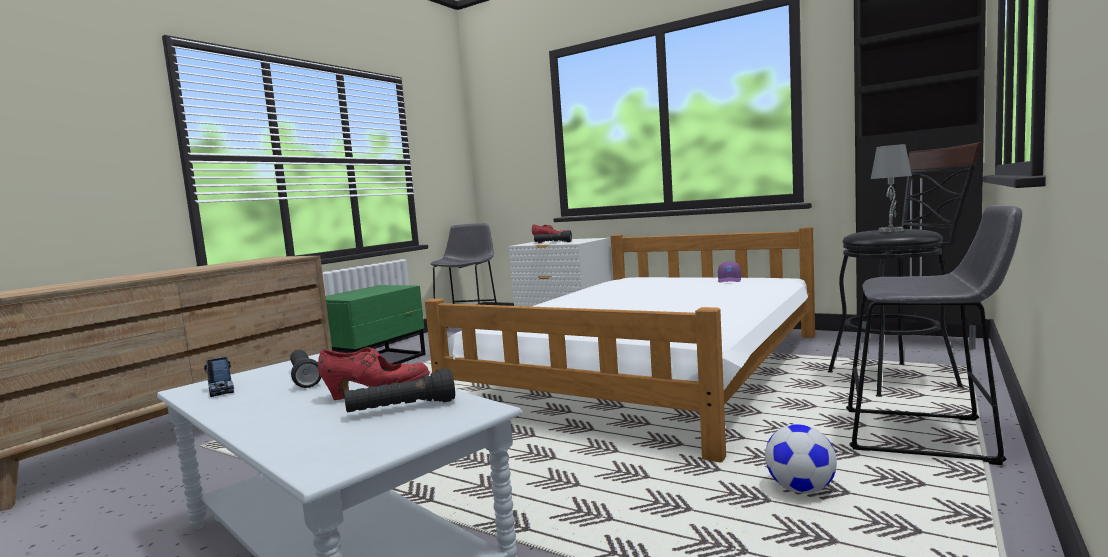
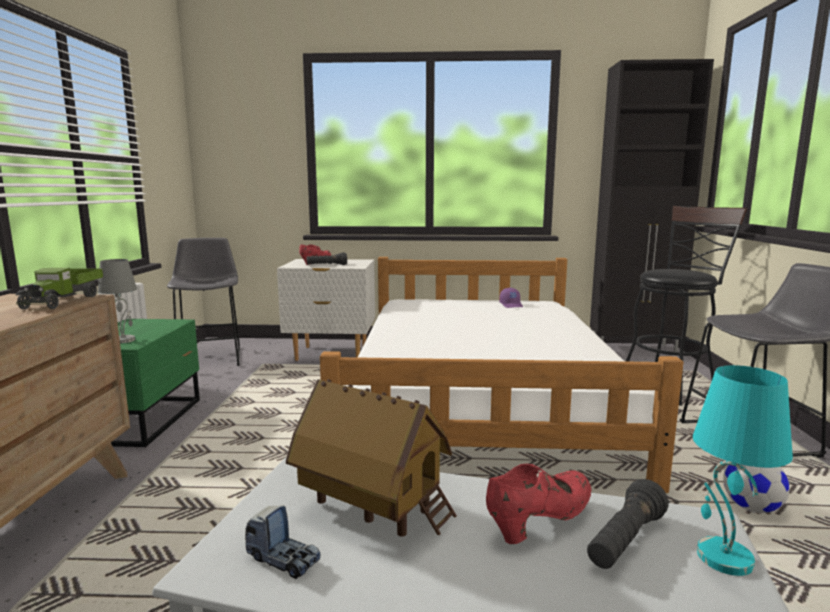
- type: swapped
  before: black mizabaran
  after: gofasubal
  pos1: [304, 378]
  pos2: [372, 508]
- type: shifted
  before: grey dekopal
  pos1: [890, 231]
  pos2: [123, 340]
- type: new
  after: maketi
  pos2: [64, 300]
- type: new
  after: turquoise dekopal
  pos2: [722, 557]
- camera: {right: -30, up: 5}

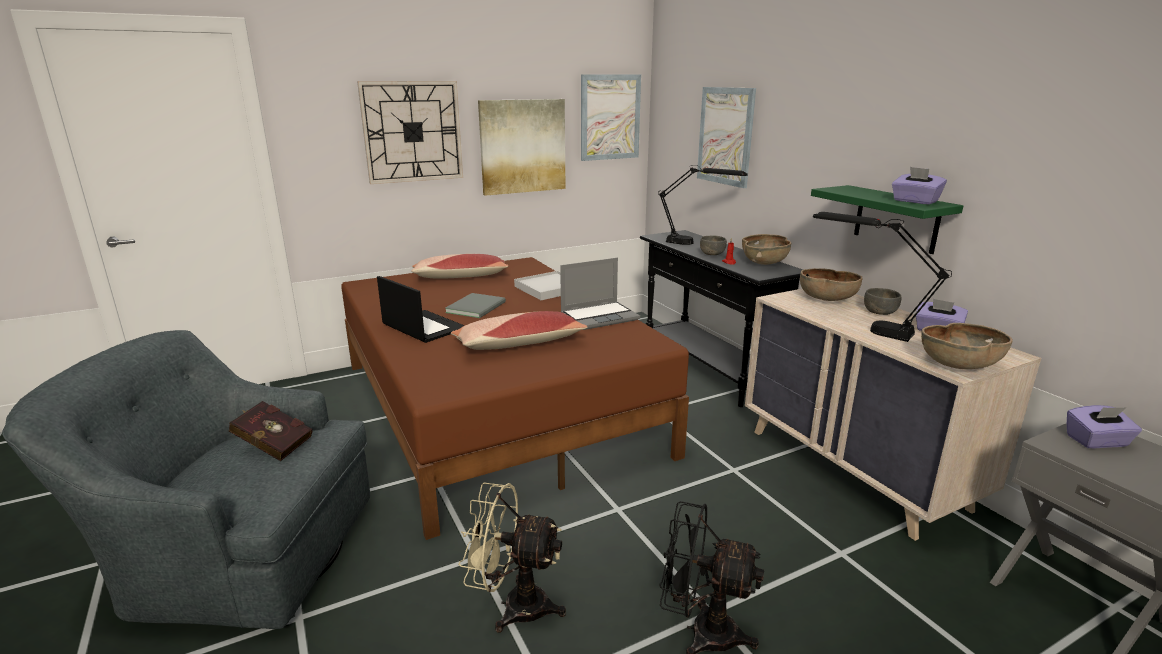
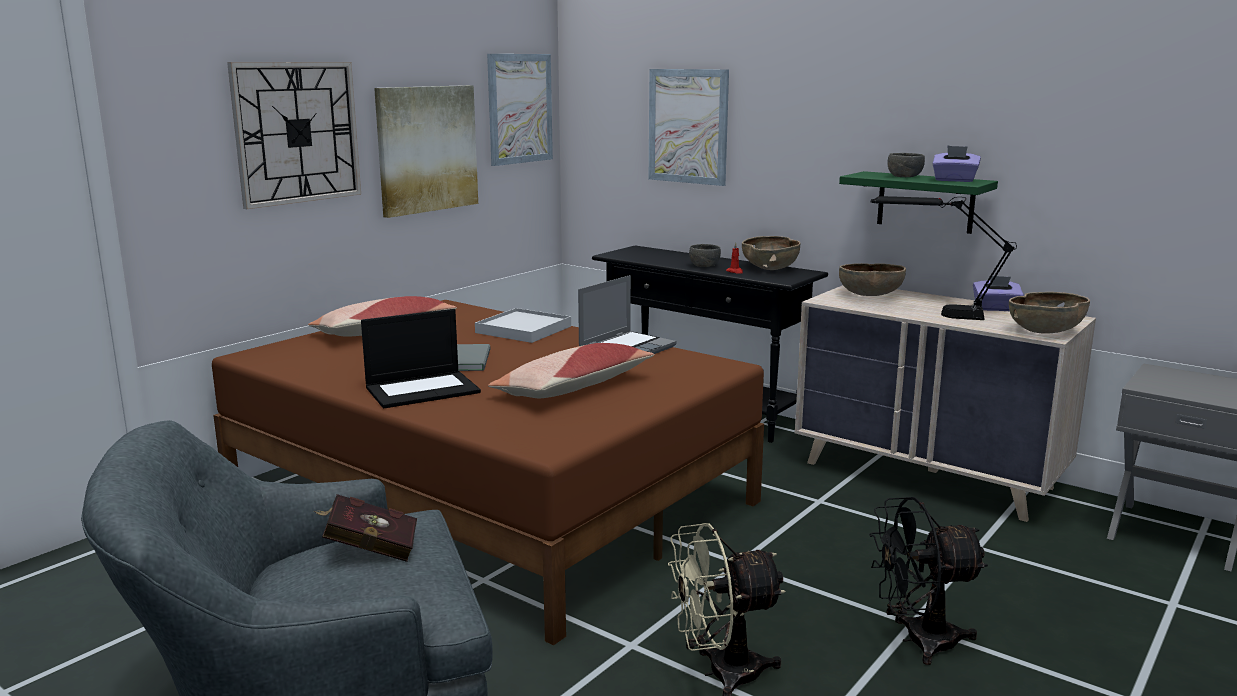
- type: rotated
  before: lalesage
  pos1: [422, 327]
  pos2: [423, 389]
  turn: 135
- type: gone
  before: black dekopal
  pos1: [696, 244]
- type: shifted
  before: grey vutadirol
  pos1: [880, 312]
  pos2: [904, 176]
- type: gone
  before: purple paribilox
  pos1: [1097, 441]
- camera: {right: -25, up: -5}

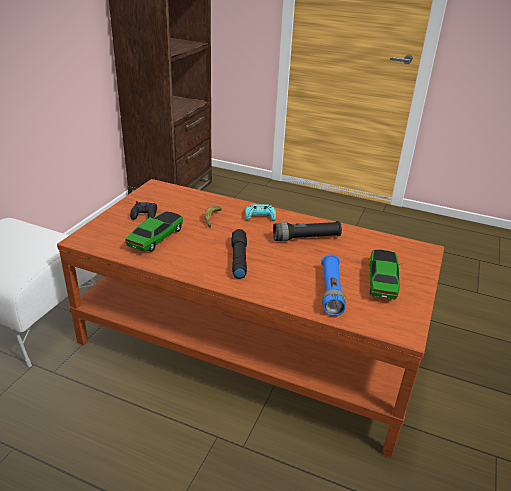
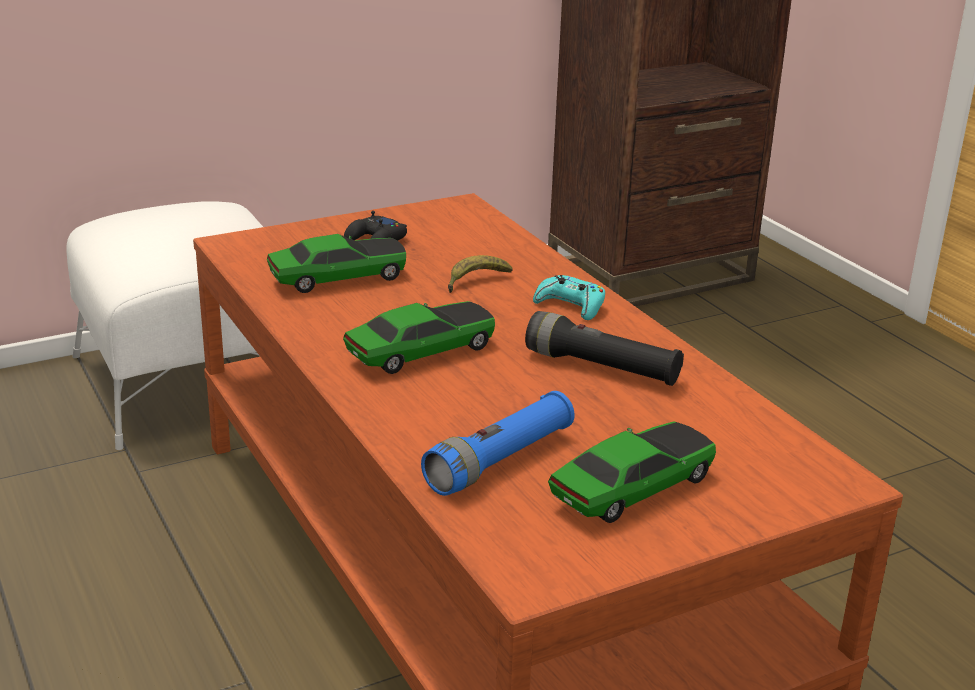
- type: swapped
  before: black mizabaran
  after: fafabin
  pos1: [238, 259]
  pos2: [421, 352]
- camera: {right: 40, up: -5}

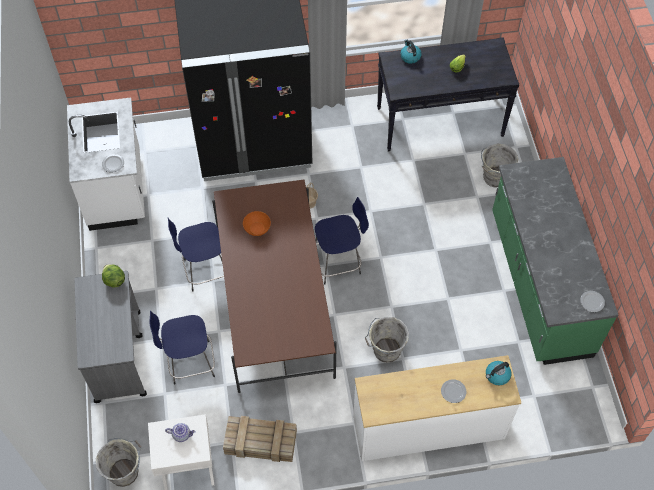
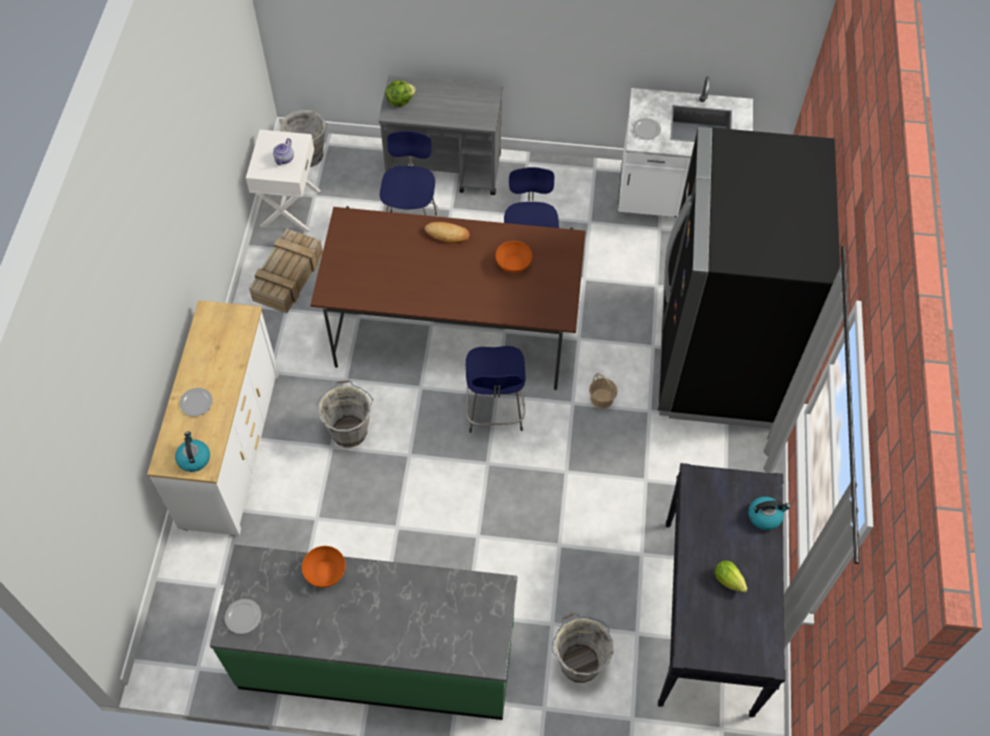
- type: shifted
  before: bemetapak
  pos1: [114, 280]
  pos2: [400, 101]
- type: new
  after: orange vutadirol
  pos2: [325, 572]
- type: new
  after: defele
  pos2: [447, 234]
- camera: {right: 105, up: 0}

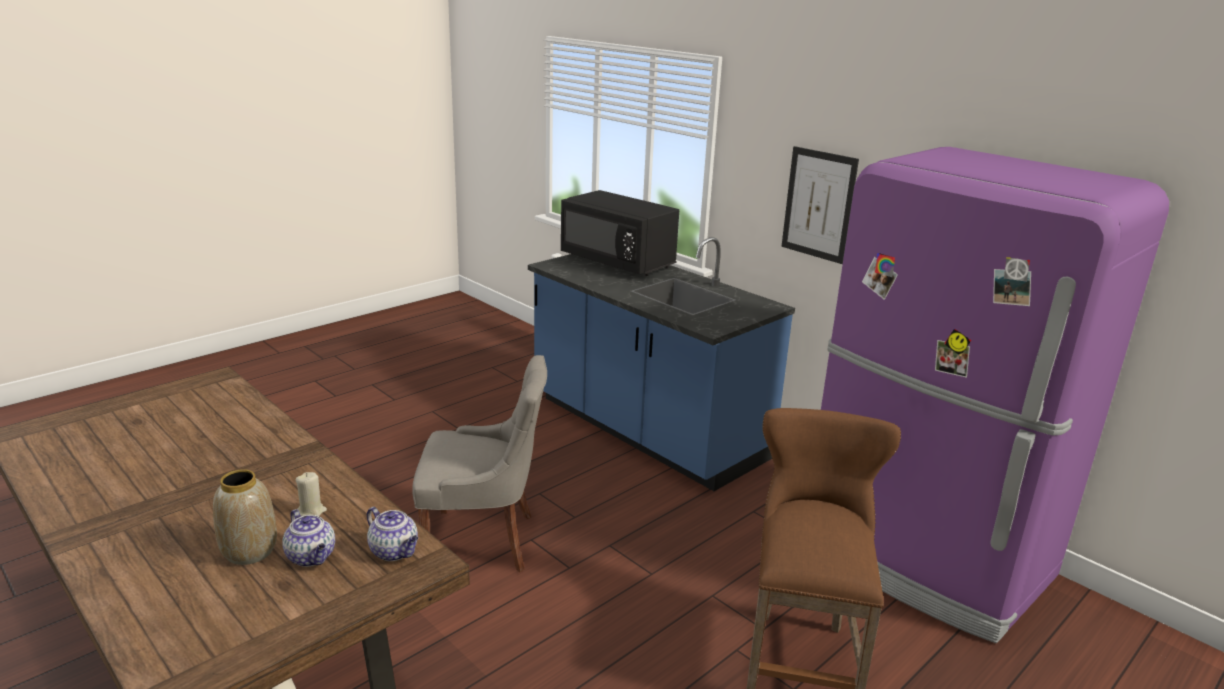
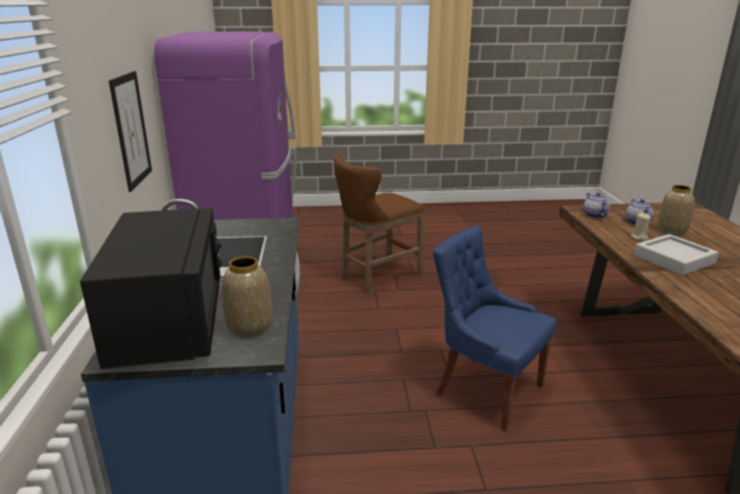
- type: repainted
  before: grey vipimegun
  after: blue vipimegun
  pos1: [483, 541]
  pos2: [486, 389]
- type: new
  after: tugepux
  pos2: [250, 328]
- type: new
  after: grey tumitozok
  pos2: [674, 259]
- camera: {right: -140, up: 0}

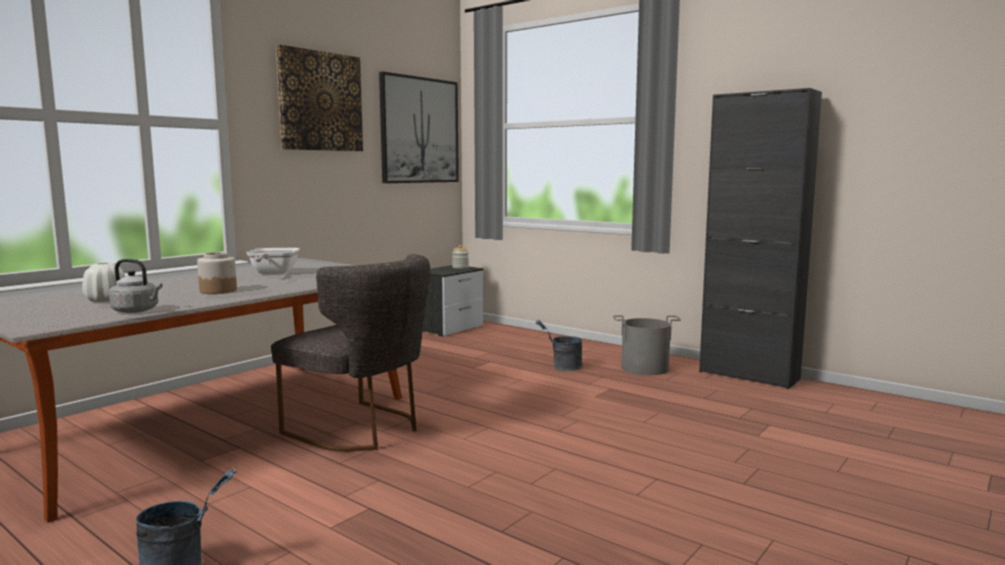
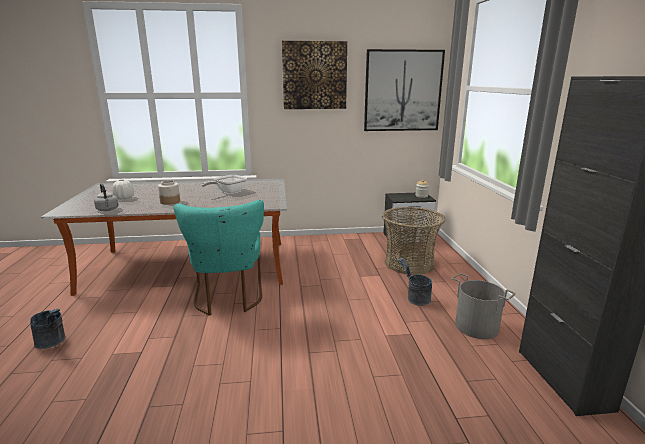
- type: repainted
  before: grey vipimegun
  after: turquoise vipimegun
  pos1: [362, 429]
  pos2: [228, 298]
- type: new
  after: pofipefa
  pos2: [409, 263]
- camera: {right: 45, up: 10}

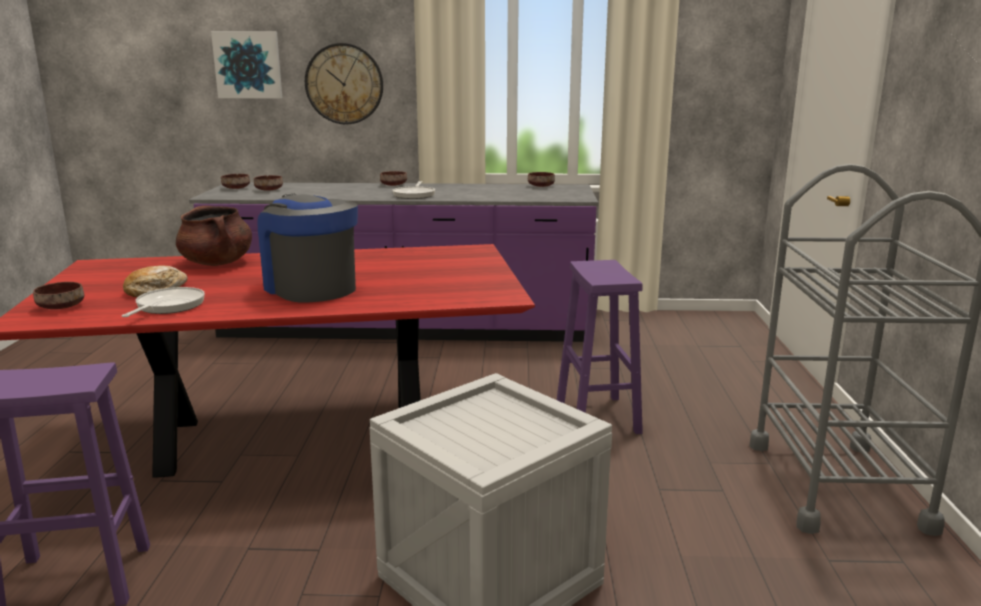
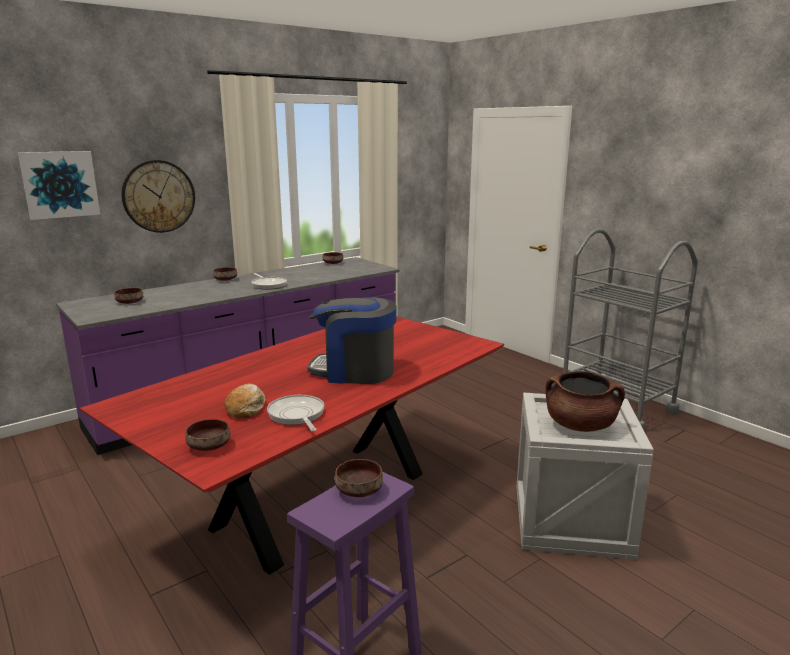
- type: shifted
  before: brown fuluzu
  pos1: [217, 263]
  pos2: [580, 425]
- type: shifted
  before: brown vutadirol
  pos1: [235, 188]
  pos2: [359, 490]
- type: gone
  before: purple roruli
  pos1: [598, 417]
- camera: {right: -40, up: 0}

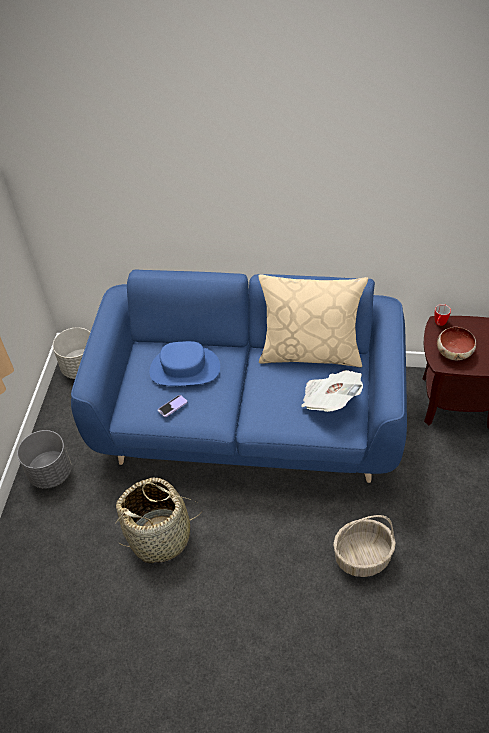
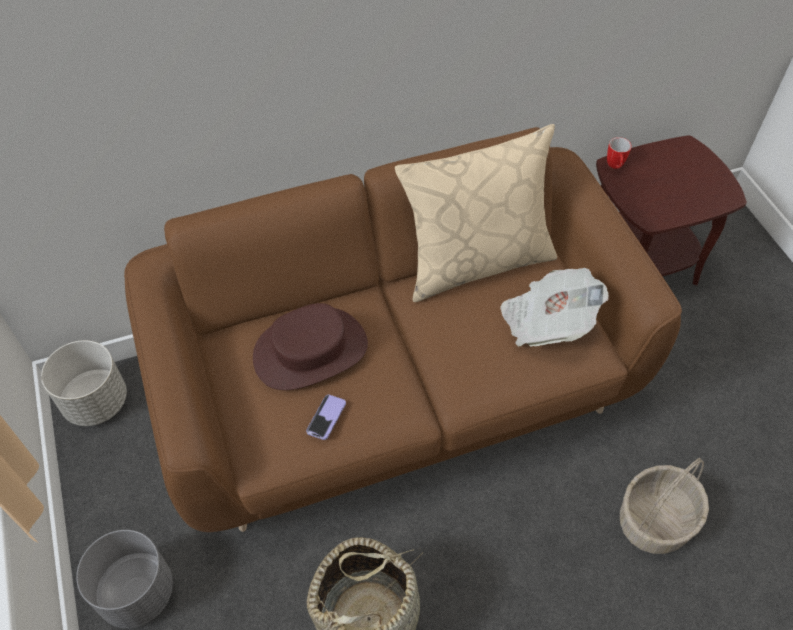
- type: repainted
  before: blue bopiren
  after: brown bopiren
  pos1: [249, 421]
  pos2: [396, 390]
- type: repainted
  before: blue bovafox
  after: brown bovafox
  pos1: [184, 369]
  pos2: [310, 351]
- type: gone
  before: vutadirol
  pos1: [454, 351]
- camera: {right: -30, up: 5}

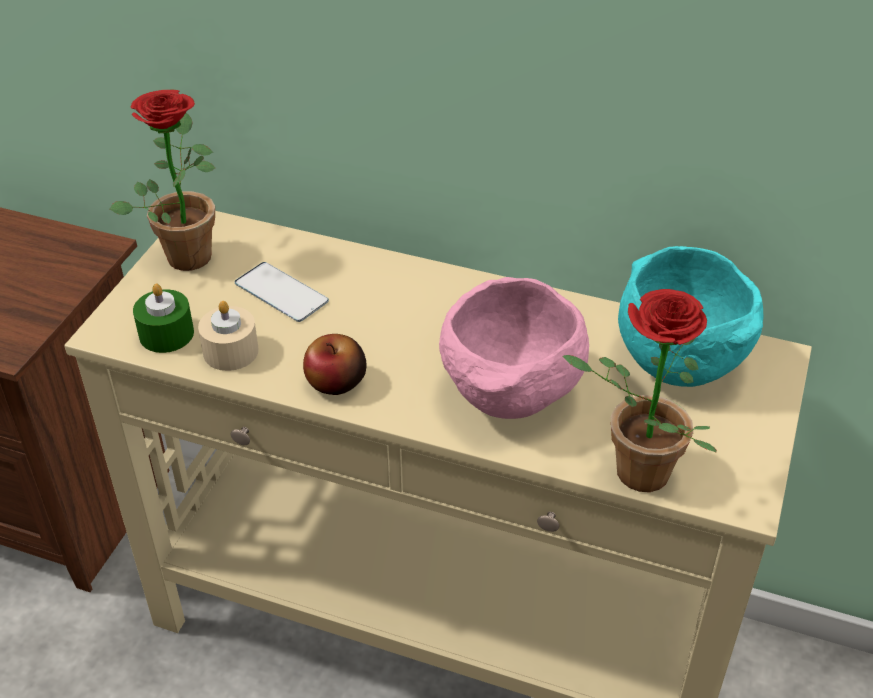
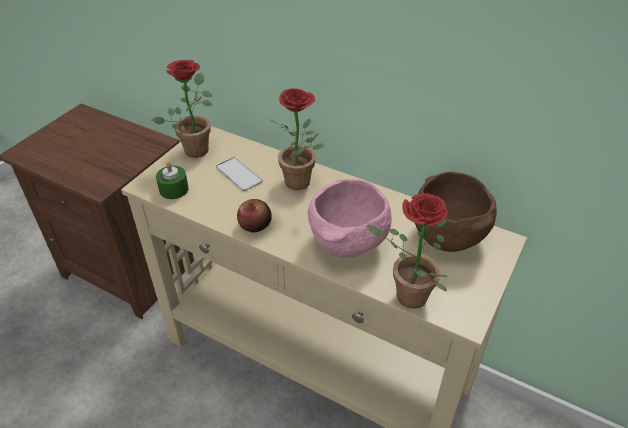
- type: gone
  before: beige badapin
  pos1: [231, 351]
- type: repainted
  before: turquoise vutadirol
  after: brown vutadirol
  pos1: [676, 360]
  pos2: [446, 235]
- type: new
  after: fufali
  pos2: [302, 184]
- camera: {right: 10, up: 0}

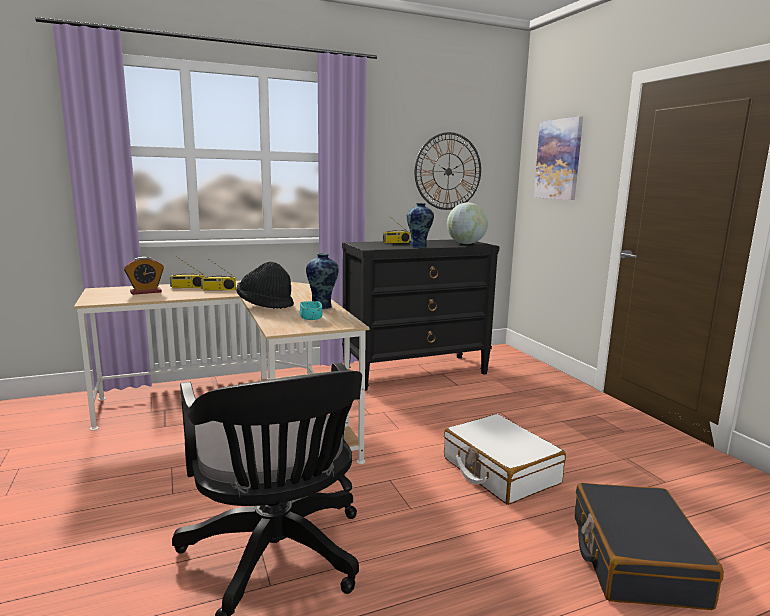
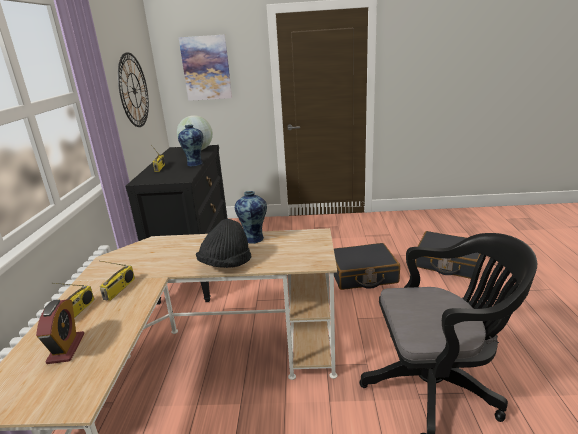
- type: gone
  before: turquoise vutadirol
  pos1: [311, 318]
- type: repainted
  before: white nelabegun
  after: black nelabegun
  pos1: [499, 471]
  pos2: [362, 275]
- camera: {right: -65, up: 10}

